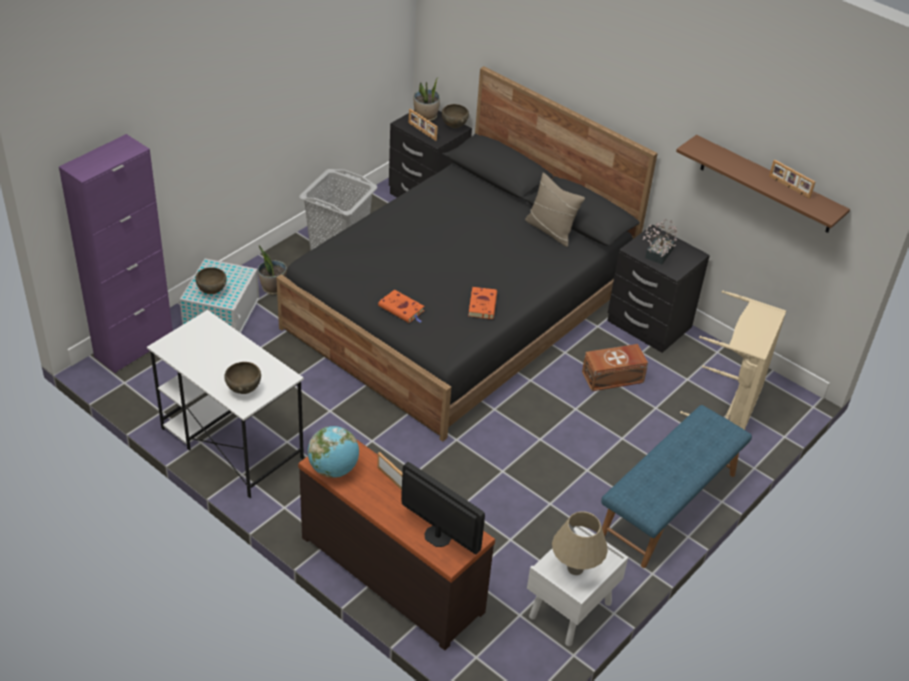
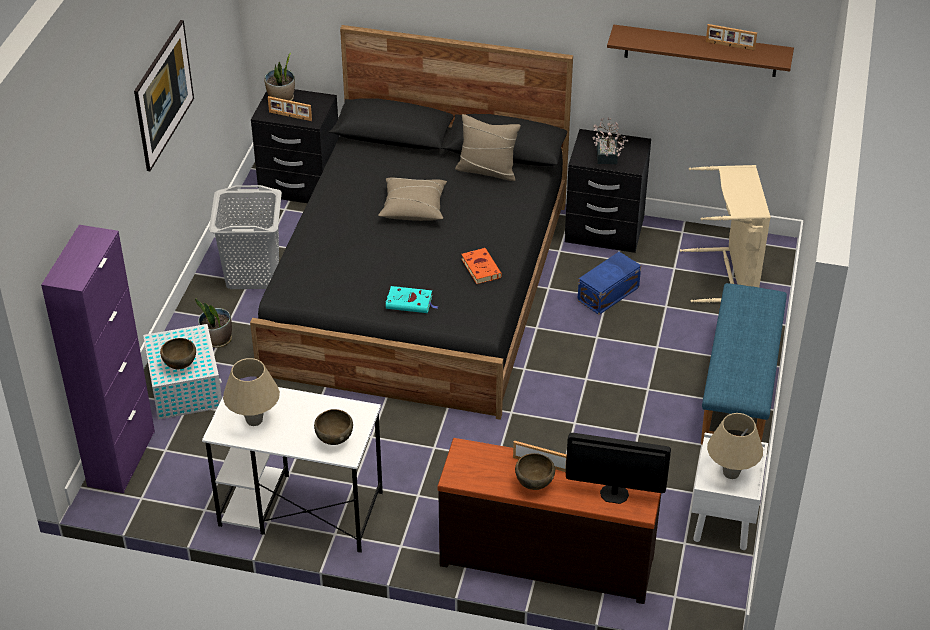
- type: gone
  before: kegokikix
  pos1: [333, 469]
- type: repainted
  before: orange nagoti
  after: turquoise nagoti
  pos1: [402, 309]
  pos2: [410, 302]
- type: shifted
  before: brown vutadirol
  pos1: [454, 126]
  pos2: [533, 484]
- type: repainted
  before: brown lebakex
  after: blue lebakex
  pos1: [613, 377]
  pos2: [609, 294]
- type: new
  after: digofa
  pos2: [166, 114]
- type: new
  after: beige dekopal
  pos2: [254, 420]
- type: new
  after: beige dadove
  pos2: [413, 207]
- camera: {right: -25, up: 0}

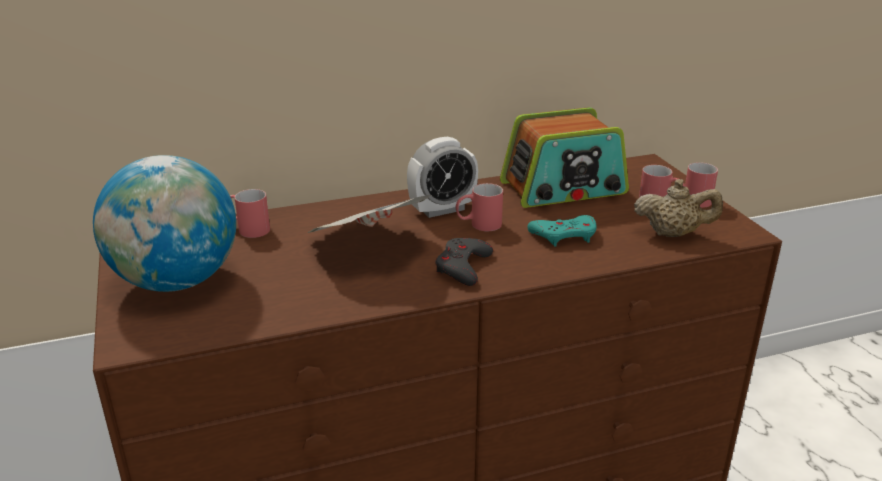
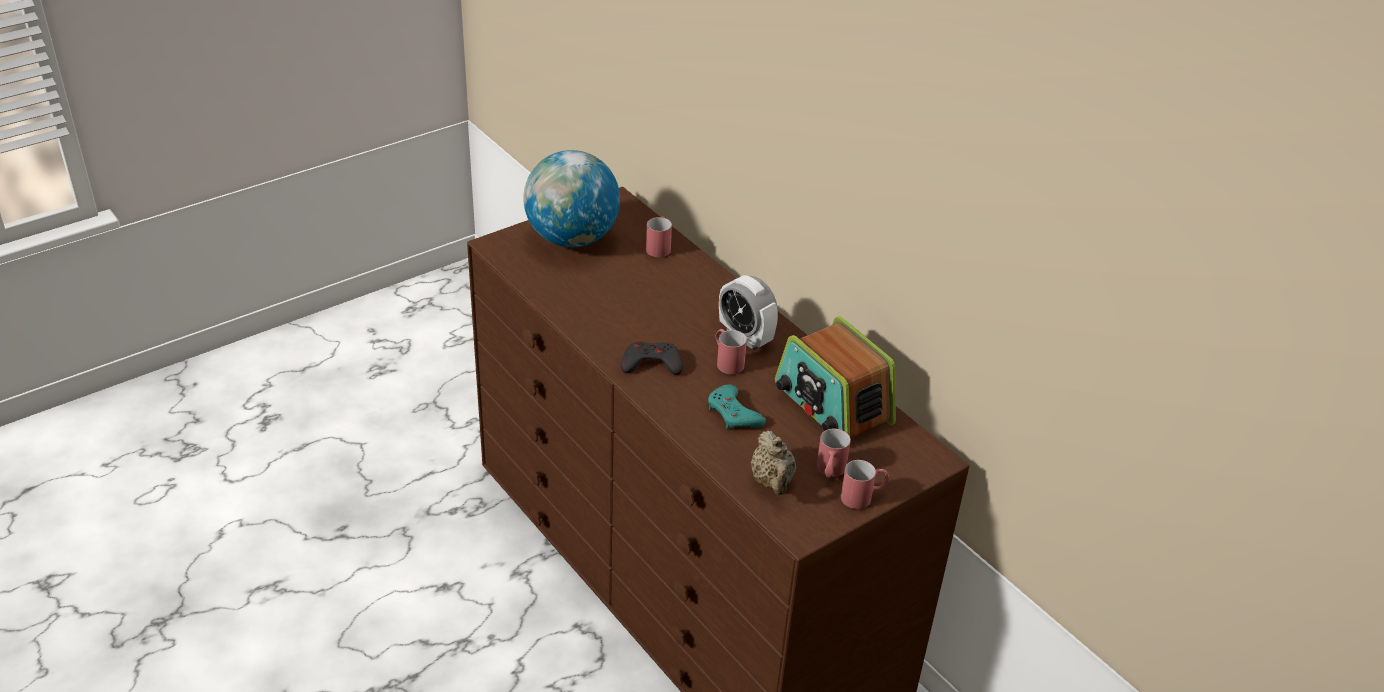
- type: gone
  before: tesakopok
  pos1: [368, 245]
- camera: {right: 70, up: 10}

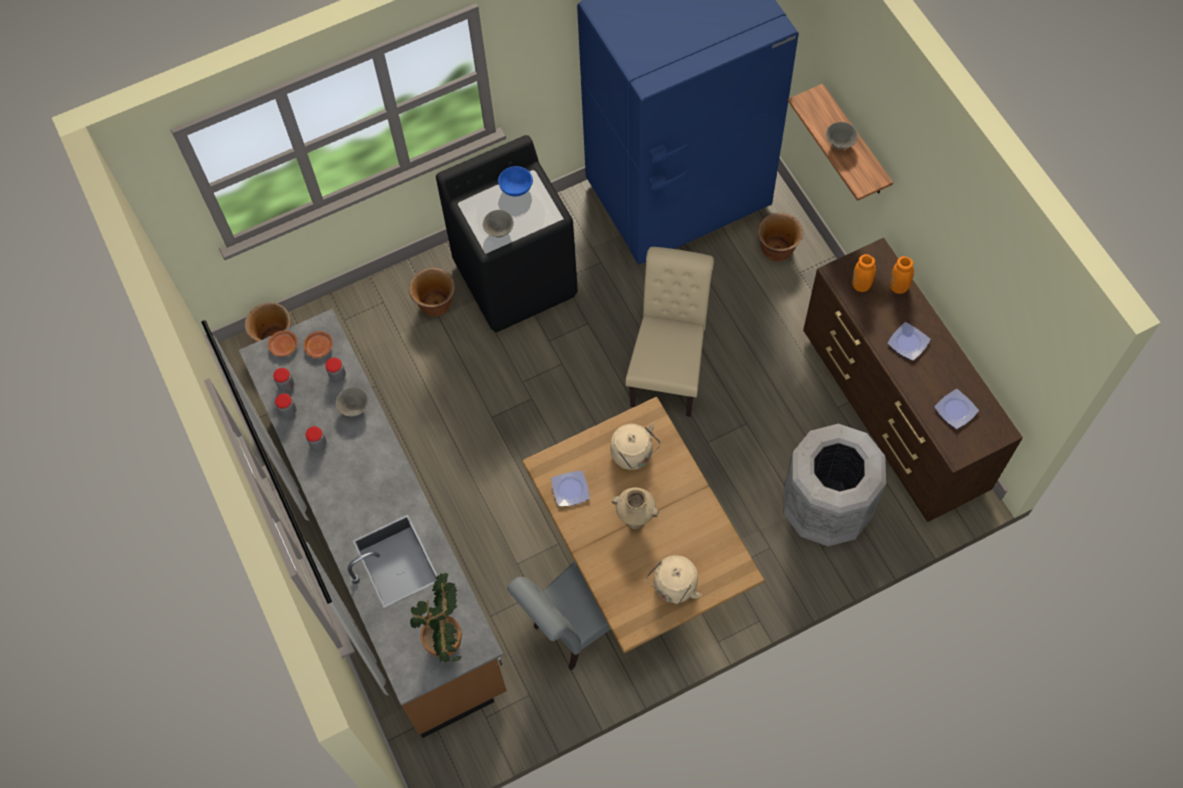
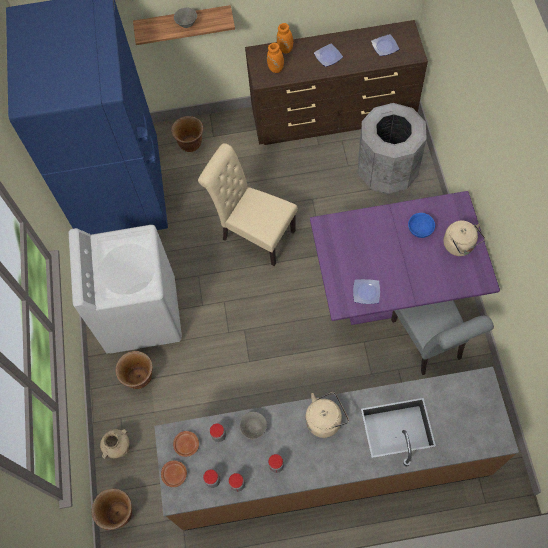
- type: gone
  before: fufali
  pos1: [447, 637]
- type: repainted
  before: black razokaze
  after: white razokaze
  pos1: [516, 278]
  pos2: [141, 314]
- type: gone
  before: grey vutadirol
  pos1: [499, 231]
- type: shifted
  before: blue vutadirol
  pos1: [516, 188]
  pos2: [419, 230]
- type: repainted
  before: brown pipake
  after: purple pipake
  pos1: [640, 562]
  pos2: [393, 292]
- type: shifted
  before: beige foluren
  pos1: [634, 455]
  pos2: [325, 420]
- type: shifted
  before: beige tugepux
  pos1: [636, 518]
  pos2: [120, 448]
- camera: {right: -70, up: 0}

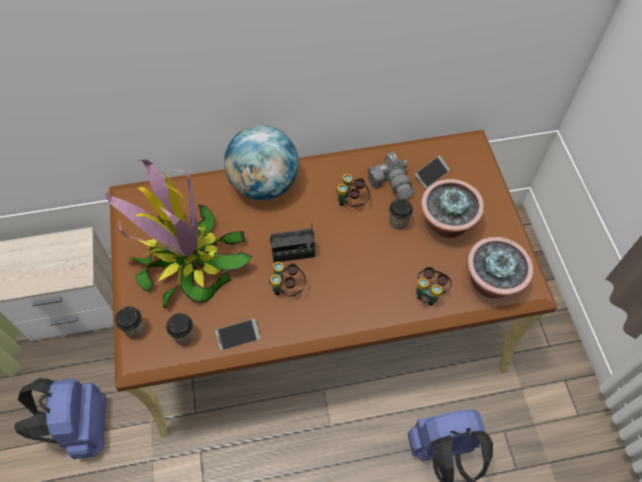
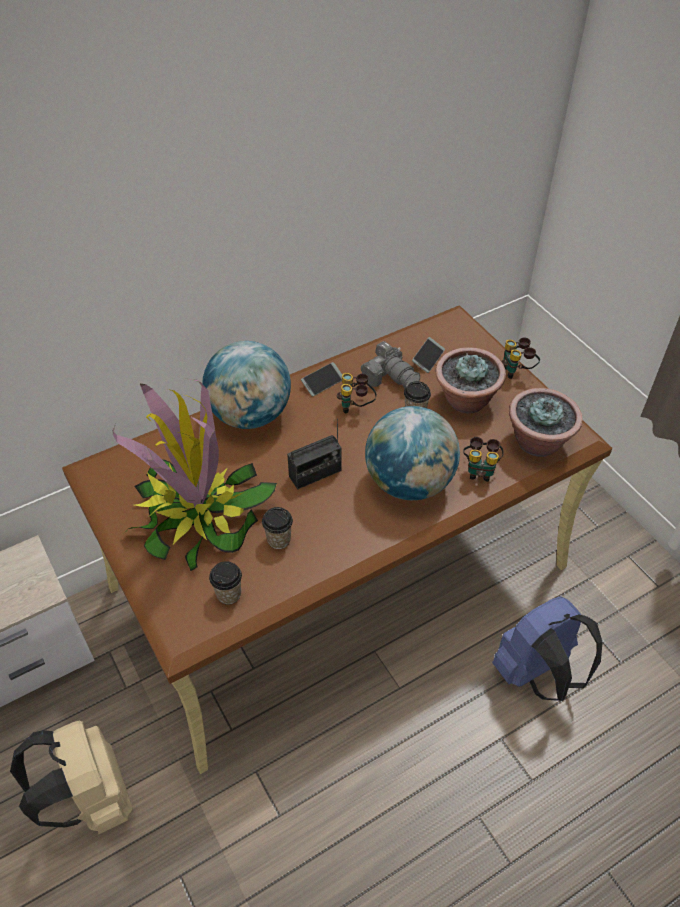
- type: repainted
  before: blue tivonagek
  after: beige tivonagek
  pos1: [82, 428]
  pos2: [91, 798]
- type: shifted
  before: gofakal
  pos1: [135, 329]
  pos2: [279, 539]
- type: shifted
  before: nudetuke
  pos1: [238, 336]
  pos2: [323, 382]
- type: shifted
  before: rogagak
  pos1: [287, 289]
  pos2: [517, 371]
- type: new
  after: kegokikix
  pos2: [409, 483]
- camera: {right: -20, up: -10}

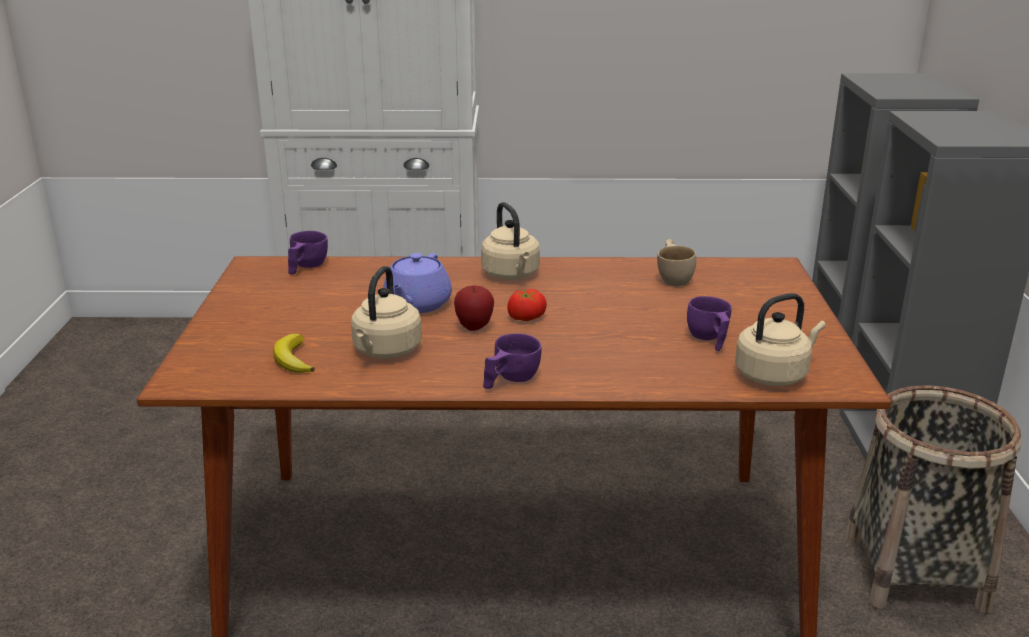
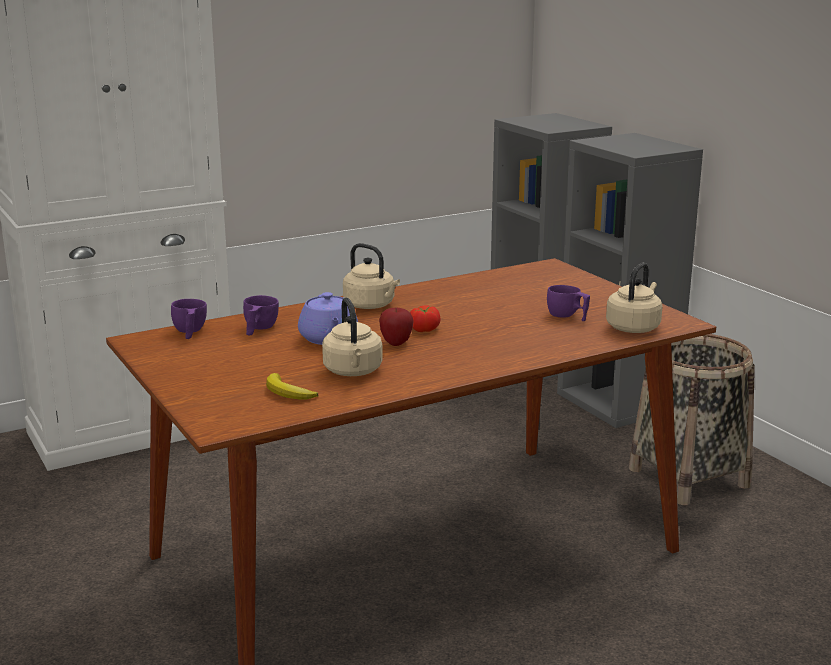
- type: shifted
  before: purple gofakal
  pos1: [509, 380]
  pos2: [258, 329]
- type: gone
  before: beige gofakal
  pos1: [674, 278]
- camera: {right: -30, up: -5}

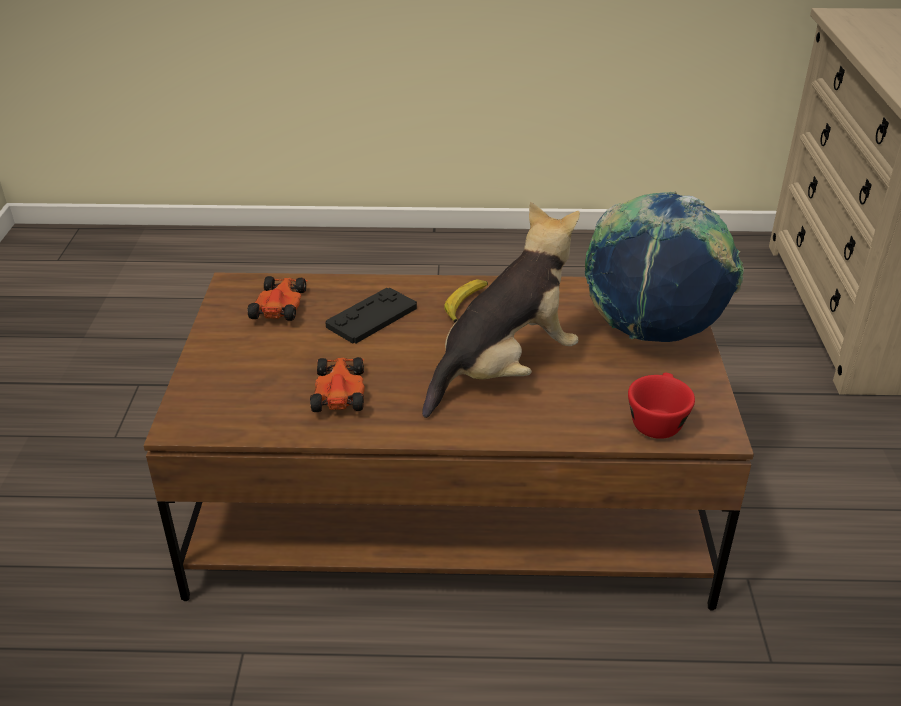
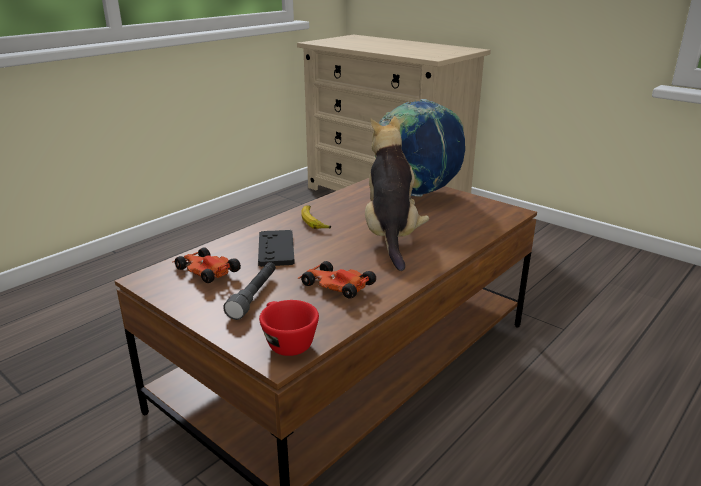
- type: shifted
  before: red gofakal
  pos1: [656, 420]
  pos2: [286, 342]
- type: new
  after: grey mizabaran
  pos2: [254, 296]
- camera: {right: -50, up: -10}

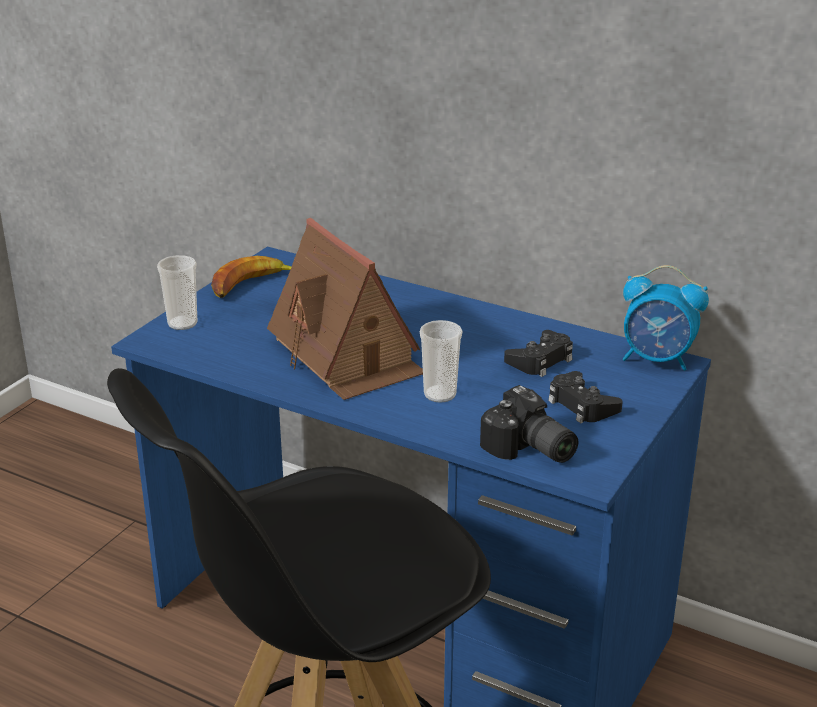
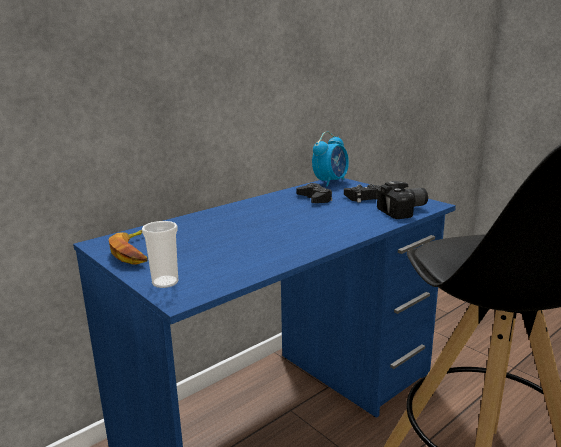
- type: gone
  before: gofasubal
  pos1: [347, 355]
- type: gone
  before: gofakal
  pos1: [440, 394]
- camera: {right: -70, up: -10}

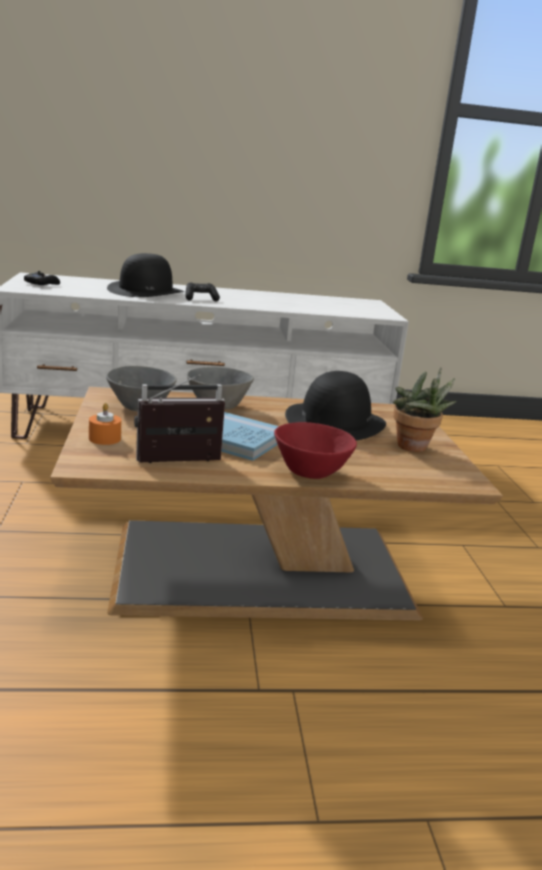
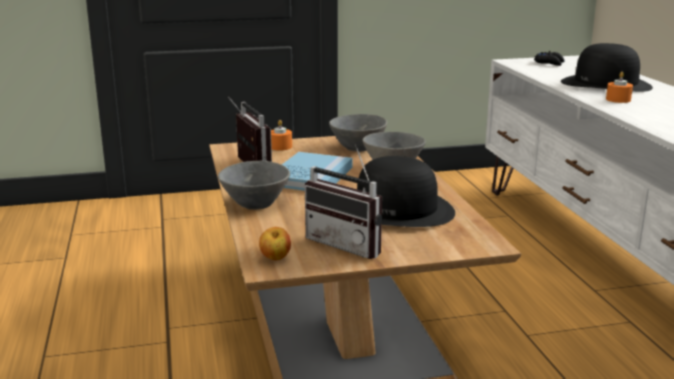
- type: swapped
  before: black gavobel
  after: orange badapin
  pos1: [200, 299]
  pos2: [618, 99]
- type: repainted
  before: red vutadirol
  after: grey vutadirol
  pos1: [311, 473]
  pos2: [253, 204]
- type: swapped
  before: fufali
  after: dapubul
  pos1: [414, 448]
  pos2: [349, 244]
- type: new
  after: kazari
  pos2: [275, 259]
- camera: {right: 85, up: 0}

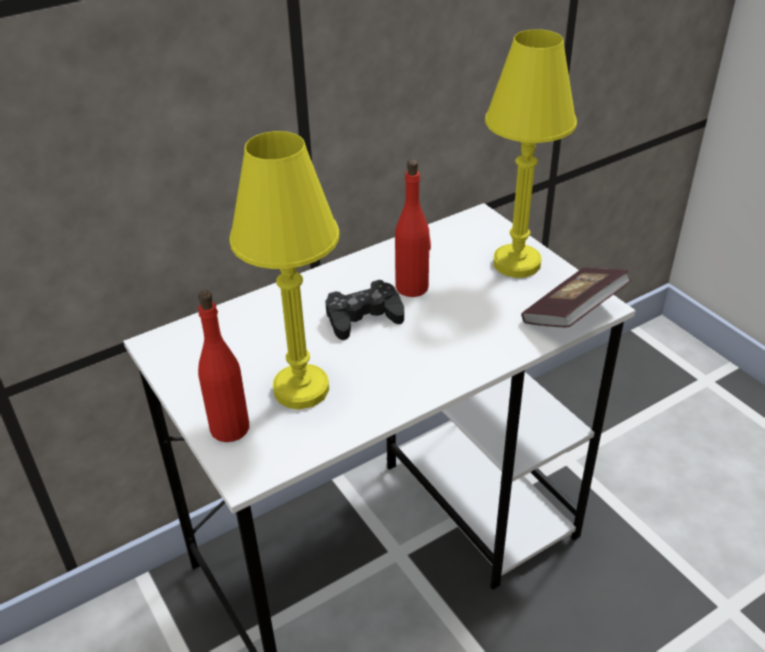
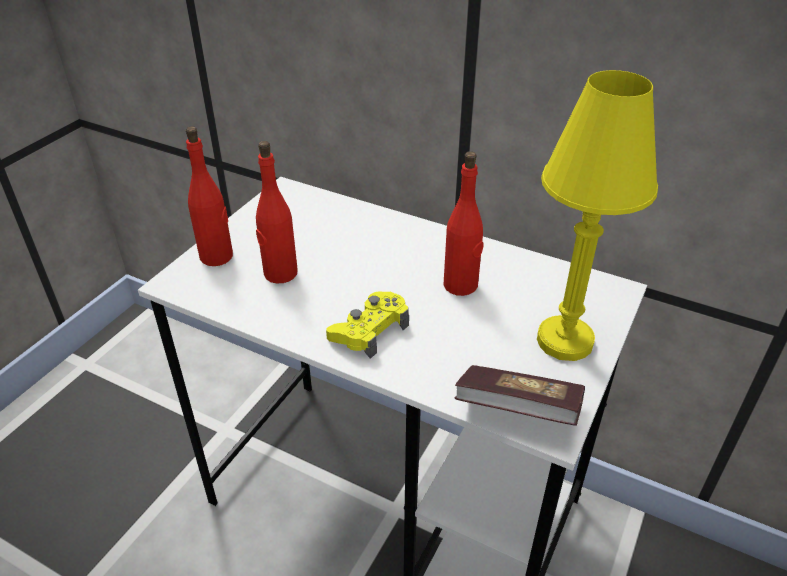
- type: swapped
  before: yellow dekopal
  after: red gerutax
  pos1: [301, 389]
  pos2: [280, 273]
- type: gone
  before: black gavobel
  pos1: [363, 317]
- type: new
  after: yellow gavobel
  pos2: [369, 330]
- camera: {right: 60, up: 0}

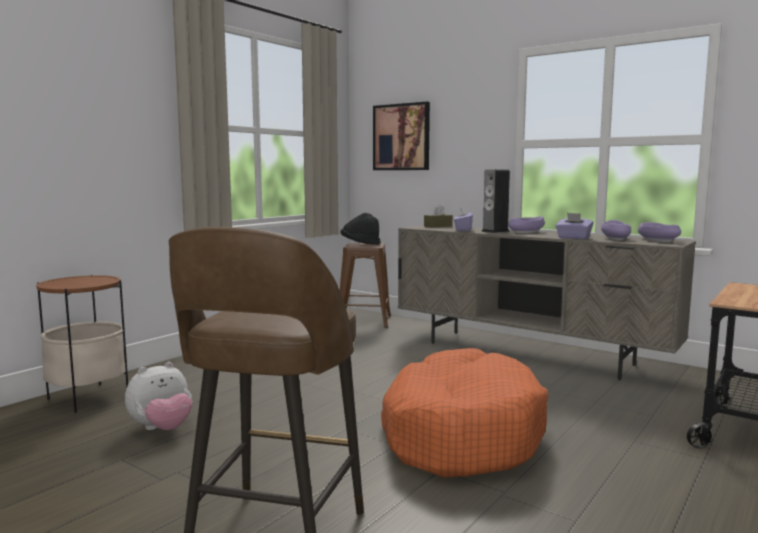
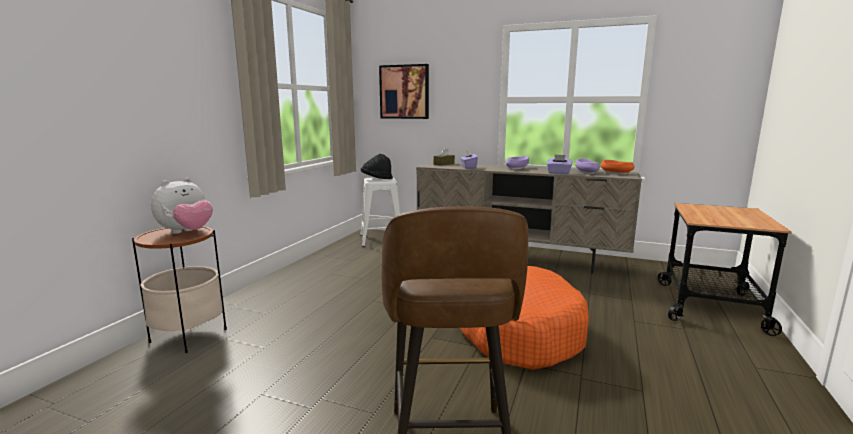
- type: shifted
  before: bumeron
  pos1: [162, 429]
  pos2: [186, 232]
- type: repainted
  before: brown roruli
  after: white roruli
  pos1: [364, 321]
  pos2: [381, 239]
- type: gone
  before: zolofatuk
  pos1: [495, 231]
- type: repainted
  before: purple vutadirol
  after: orange vutadirol
  pos1: [658, 240]
  pos2: [616, 173]
- camera: {right: -15, up: 5}

